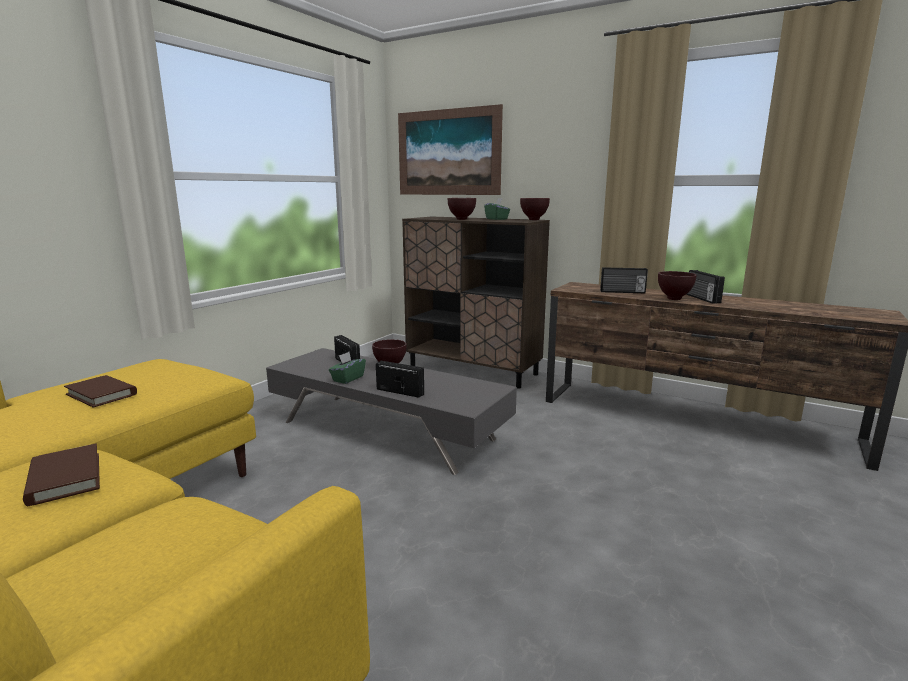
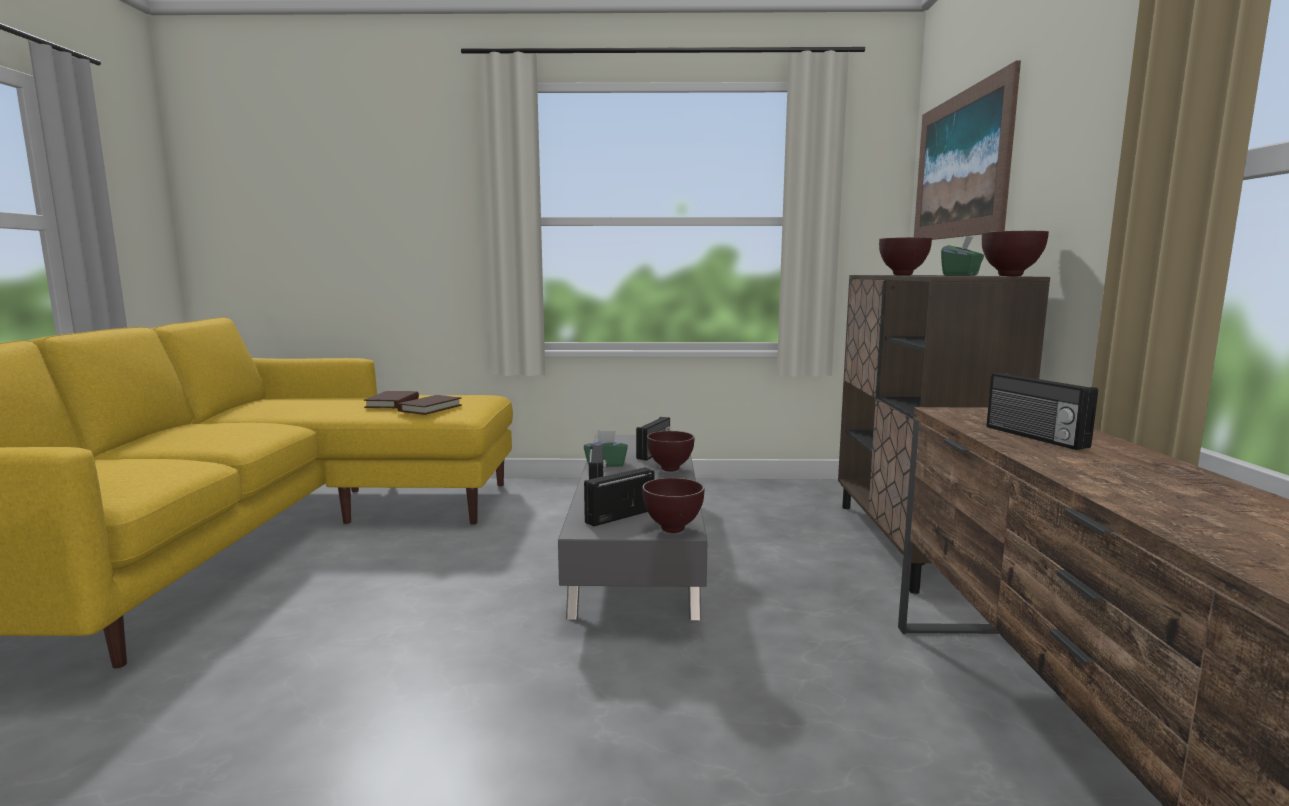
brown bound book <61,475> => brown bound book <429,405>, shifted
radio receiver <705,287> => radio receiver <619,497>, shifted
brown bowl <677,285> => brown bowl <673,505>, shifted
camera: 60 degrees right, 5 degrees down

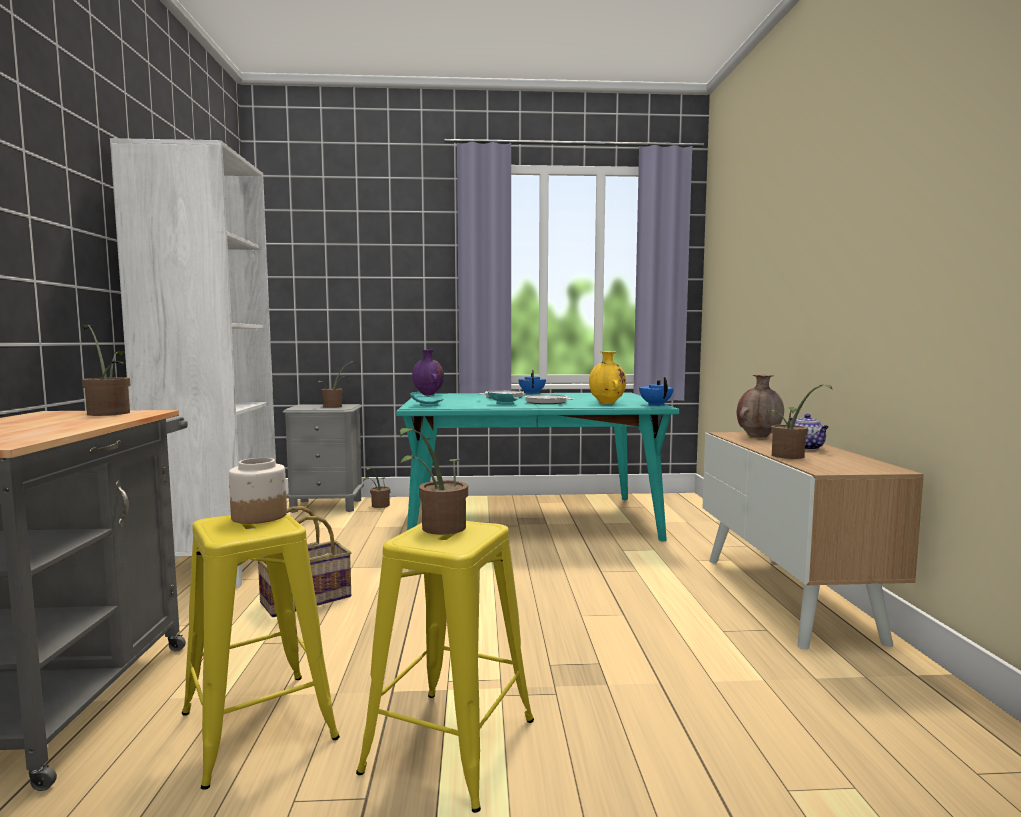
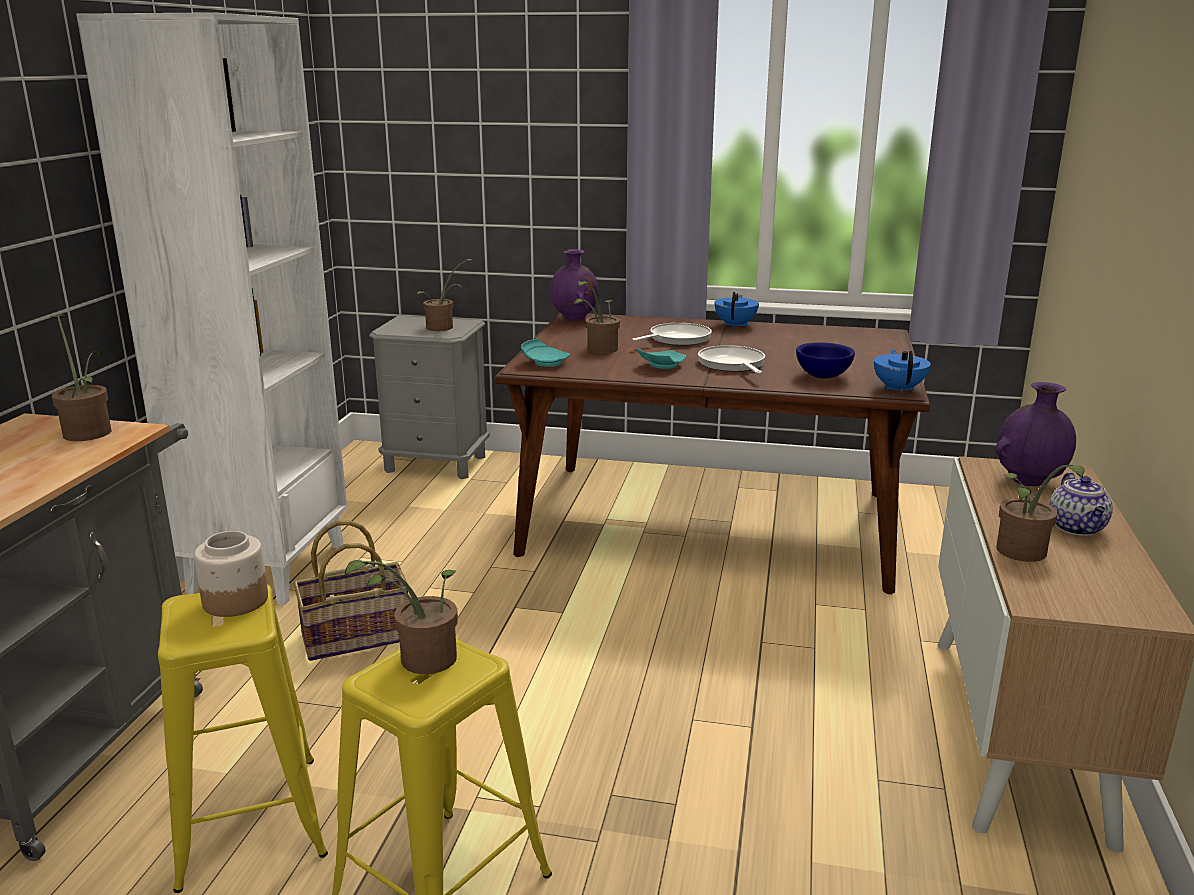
blue-green kitchen table <537,467> => brown kitchen table <712,453>
potted plant <376,487> => potted plant <597,317>, shifted
yellow vase <607,377> => bluish bowl <825,360>
brown vase <760,406> => purple-coloured vase <1035,434>
camera: 15 degrees right, 15 degrees up

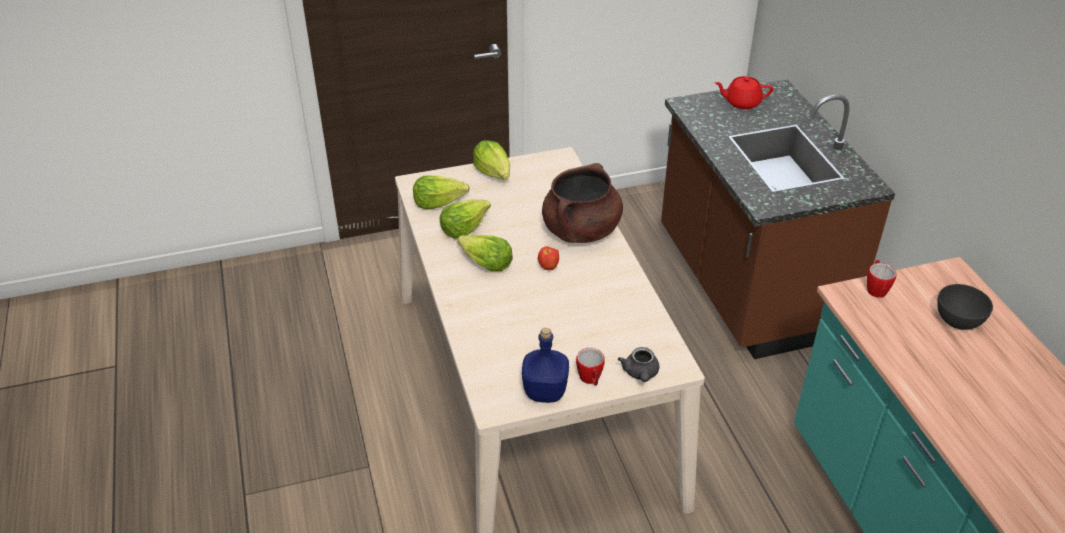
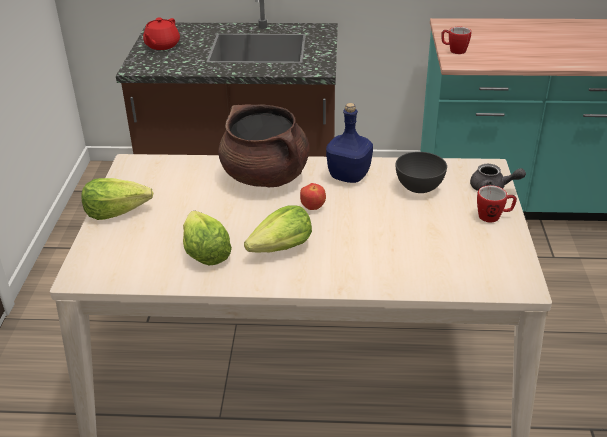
bluish drink bottle <545,365> => bluish drink bottle <349,143>, shifted
greyish bowl <965,307> => greyish bowl <421,172>, shifted
lettuce head <441,192> => nothing
camera: 70 degrees left, 5 degrees down

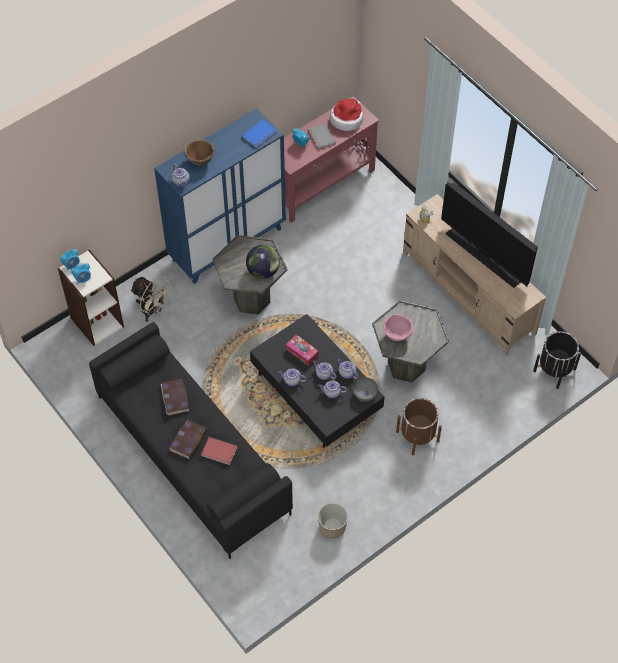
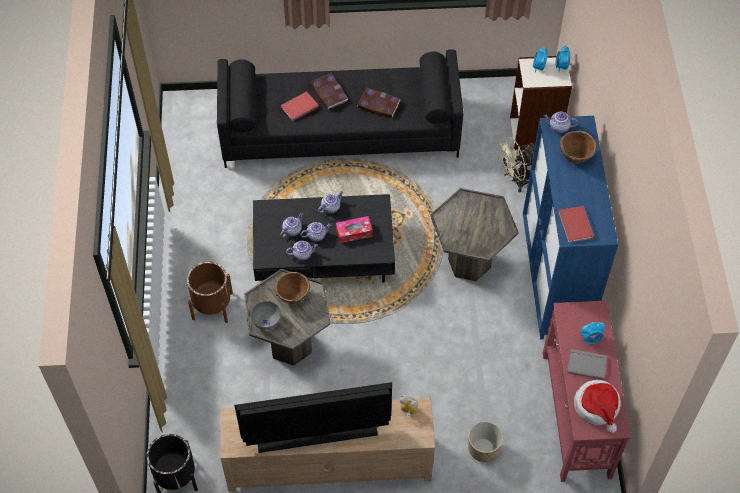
greyish bowl <365,389> => greyish bowl <266,315>, shifted
pinkish bowl <398,327> => brown bowl <292,288>
flower pot <333,520> => flower pot <485,441>, shifted
bluish bound book <259,133> => reddish bound book <576,224>
desk globe <263,262> => nothing
camera: 125 degrees right, 0 degrees up

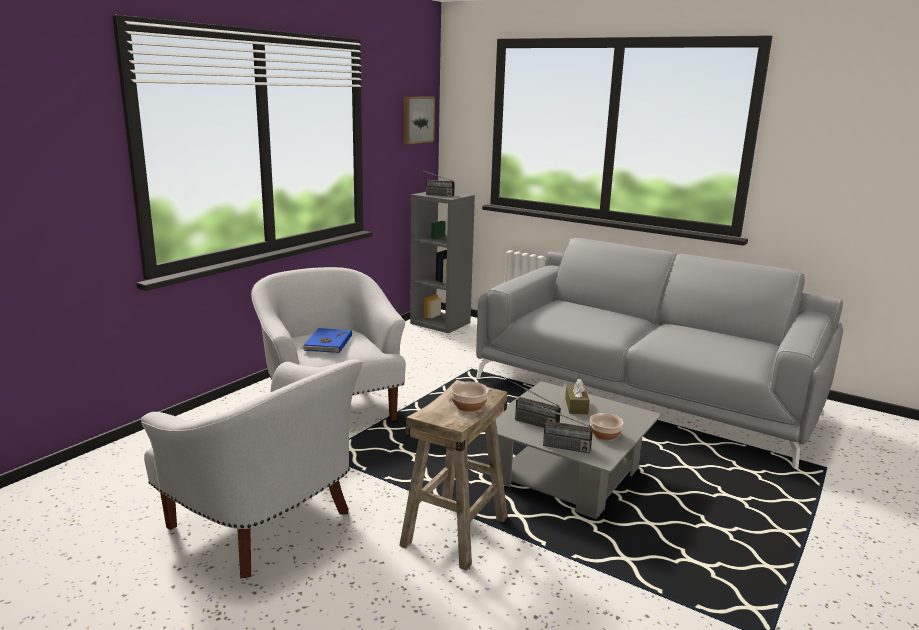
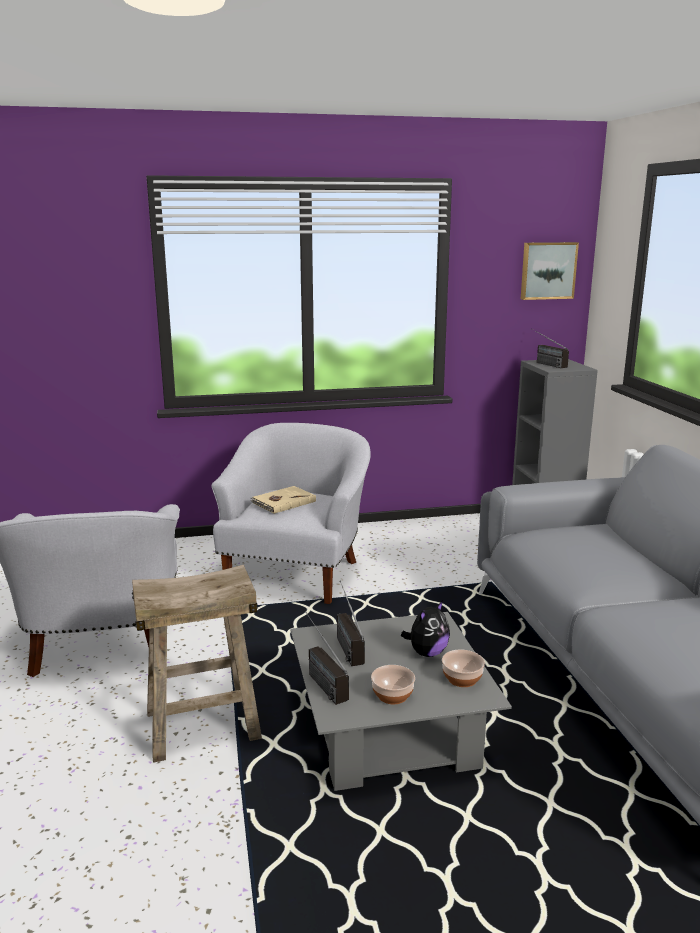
bluish bound book <326,340> => beige-coloured bound book <283,500>
brown tissue box <577,396> => plush toy <425,629>
bowl <470,397> => bowl <463,668>, shifted
camera: 45 degrees right, 0 degrees up

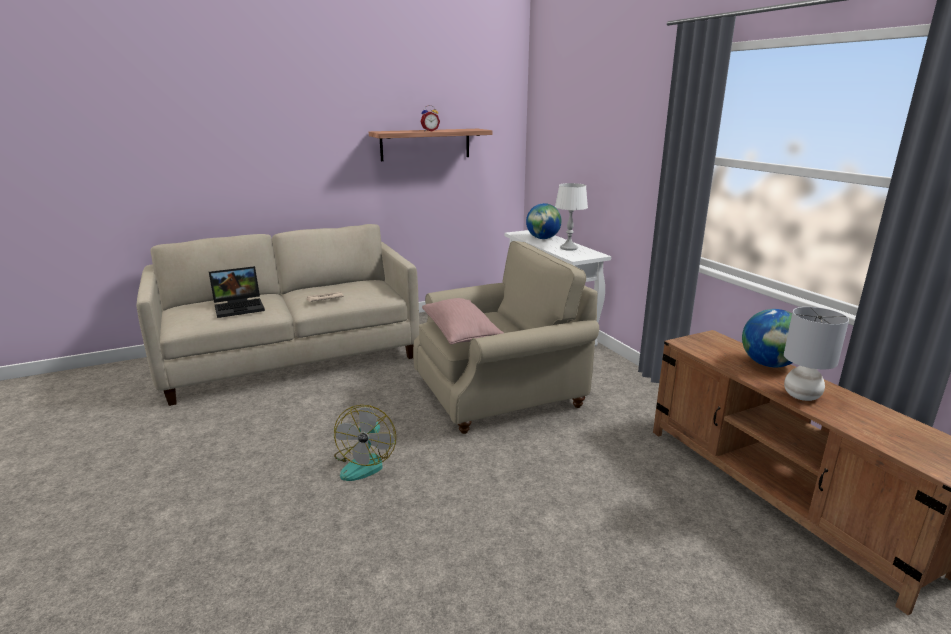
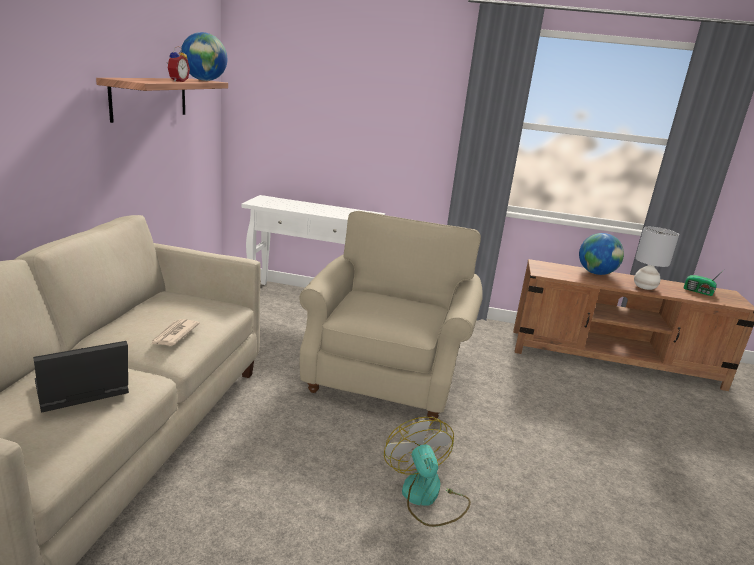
laptop <237,292> => laptop <81,377>, 135 degrees counterclockwise
desk globe <544,221> => desk globe <204,56>, shifted
cooling fan <365,443> => cooling fan <427,472>, 150 degrees counterclockwise
nothing => radio receiver <704,283>
pinkish throw pillow <463,321> => nothing
white-coloured lamp for a table <571,217> => nothing
camera: 55 degrees left, 0 degrees up

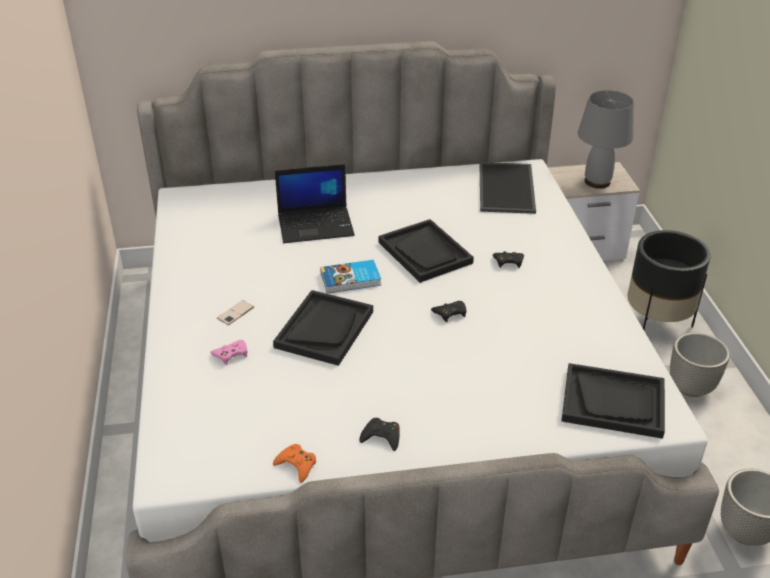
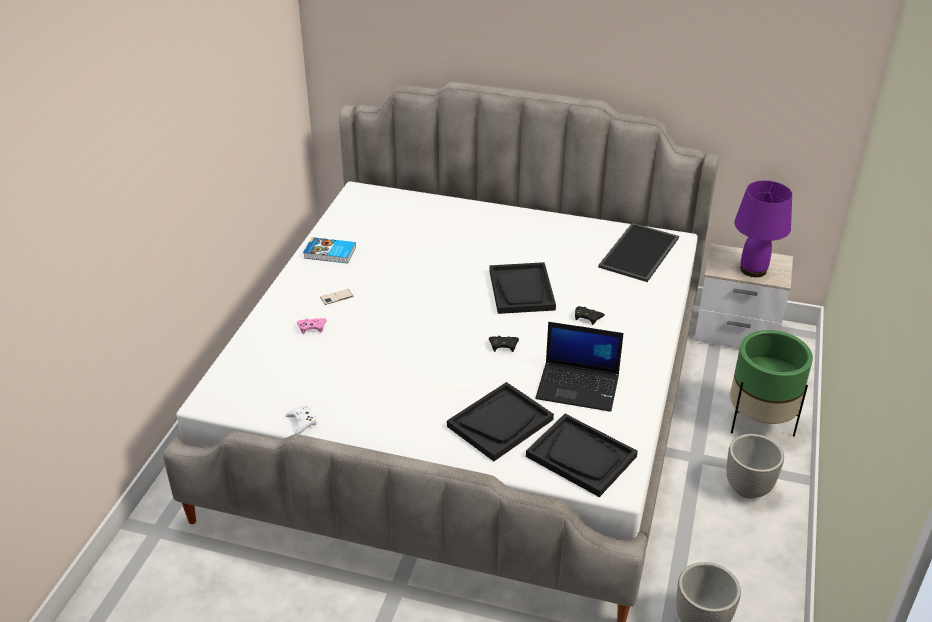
orangey joypad <294,463> => white-coloured joypad <301,419>
bound book <350,276> => bound book <329,250>, shifted
blackish serving tray <323,328> => blackish serving tray <500,421>, shifted
laptop <315,203> => laptop <579,367>, shifted
blackish flower pot <669,280> => green-coloured flower pot <771,383>
greyish lamp for a table <606,139> => purple-coloured lamp for a table <763,228>
blackish joypad <379,434> => nothing
camera: 25 degrees right, 0 degrees up

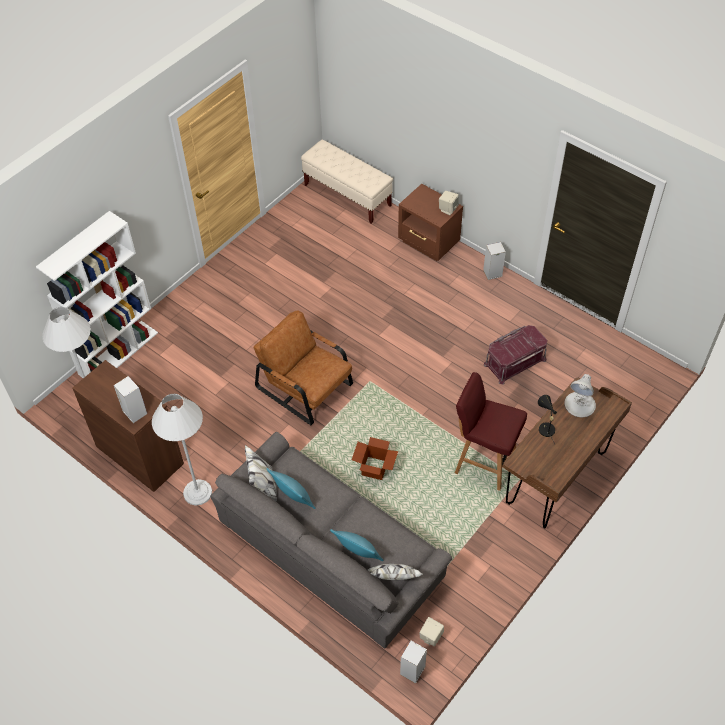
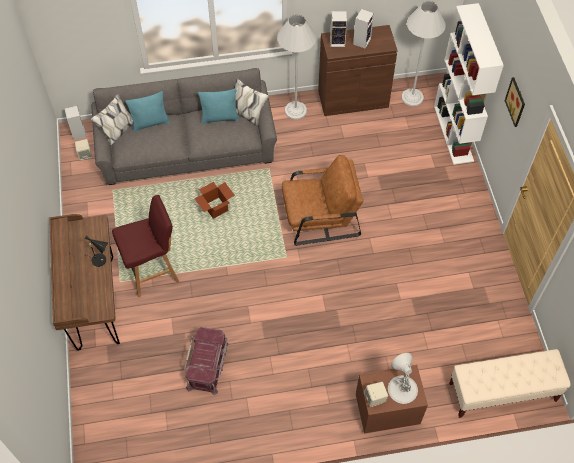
loudspeaker <494,261> => loudspeaker <363,29>, shifted
white-coloured lamp for a table <580,395> => white-coloured lamp for a table <403,378>, shifted
nothing => wall picture <515,102>
camera: 130 degrees right, 5 degrees up

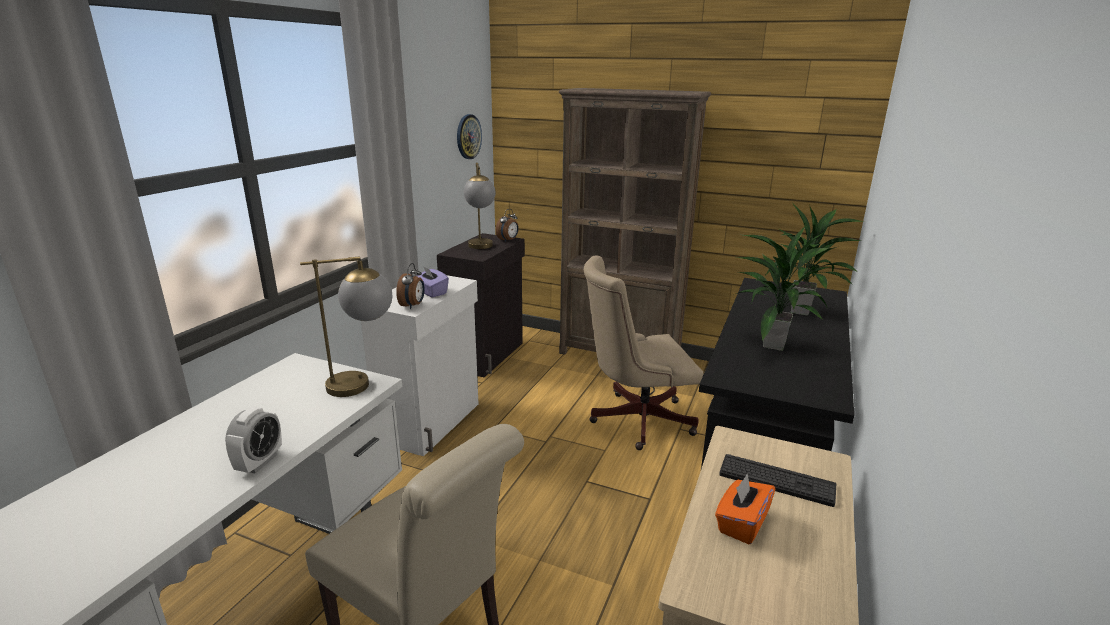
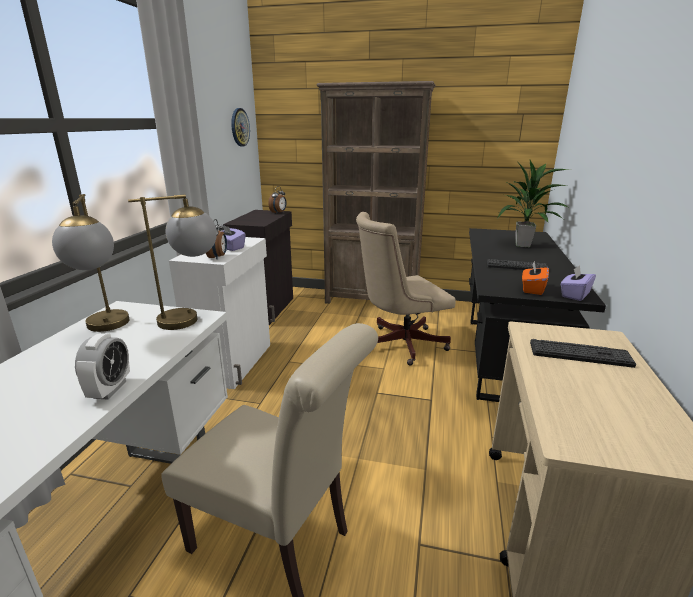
lamp for a table <479,205> => lamp for a table <91,263>, shifted
potted plant <783,289> => keyboard <518,264>
orangey tissue box <745,508> => orangey tissue box <535,278>, shifted
nothing => purple-coloured tissue box <578,283>
camera: 10 degrees left, 0 degrees up

